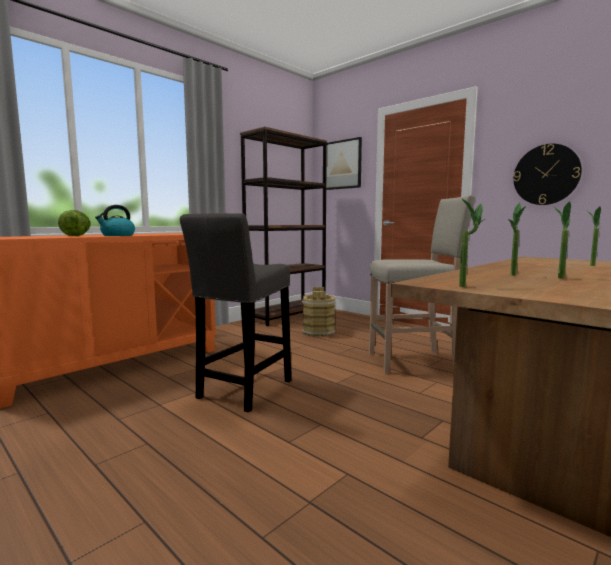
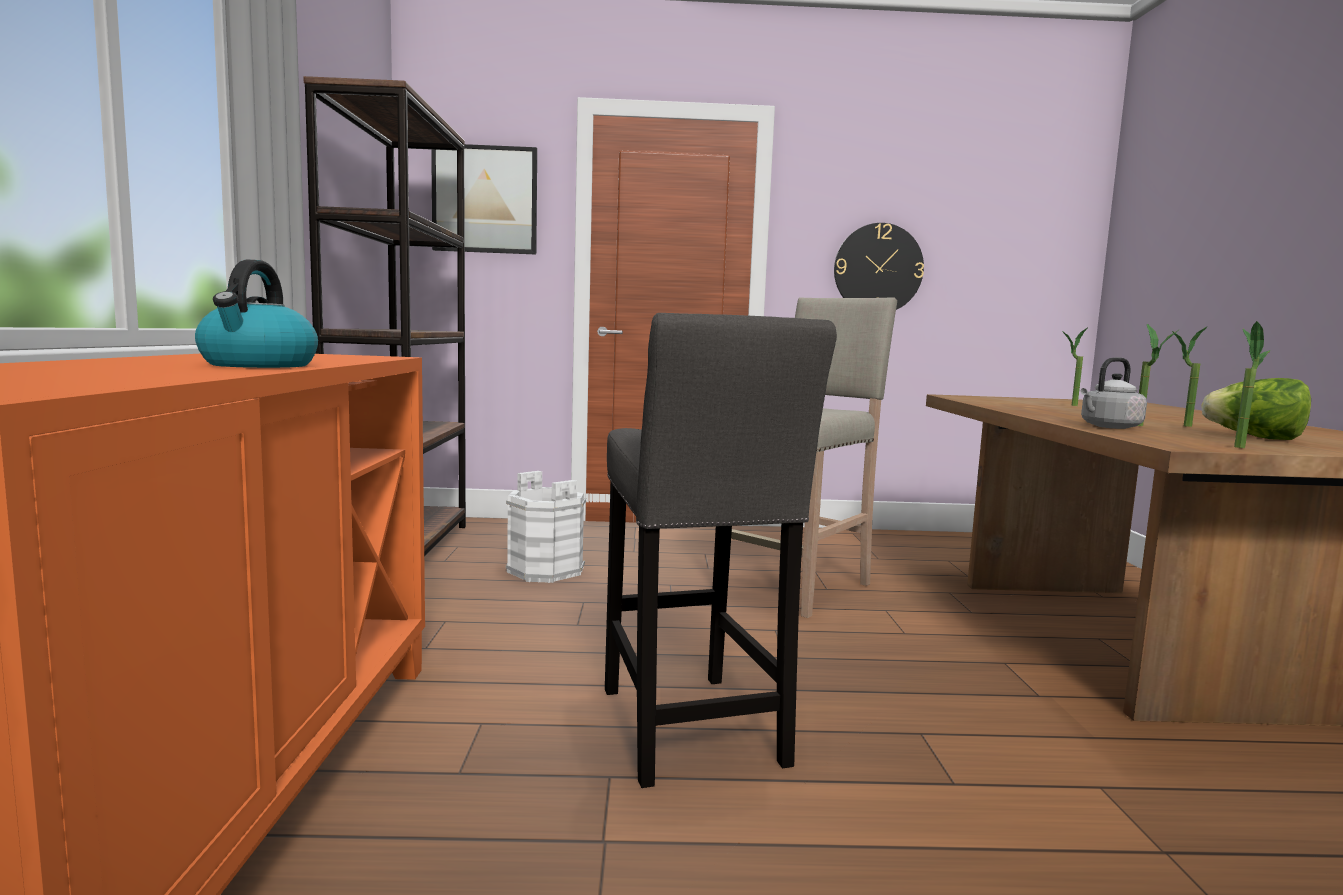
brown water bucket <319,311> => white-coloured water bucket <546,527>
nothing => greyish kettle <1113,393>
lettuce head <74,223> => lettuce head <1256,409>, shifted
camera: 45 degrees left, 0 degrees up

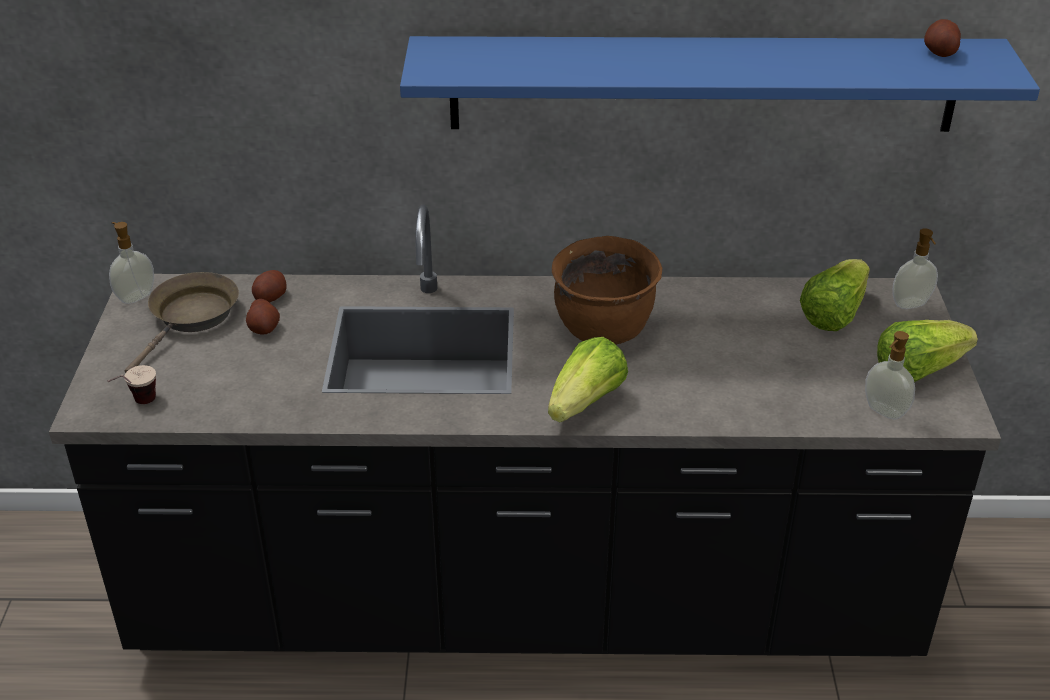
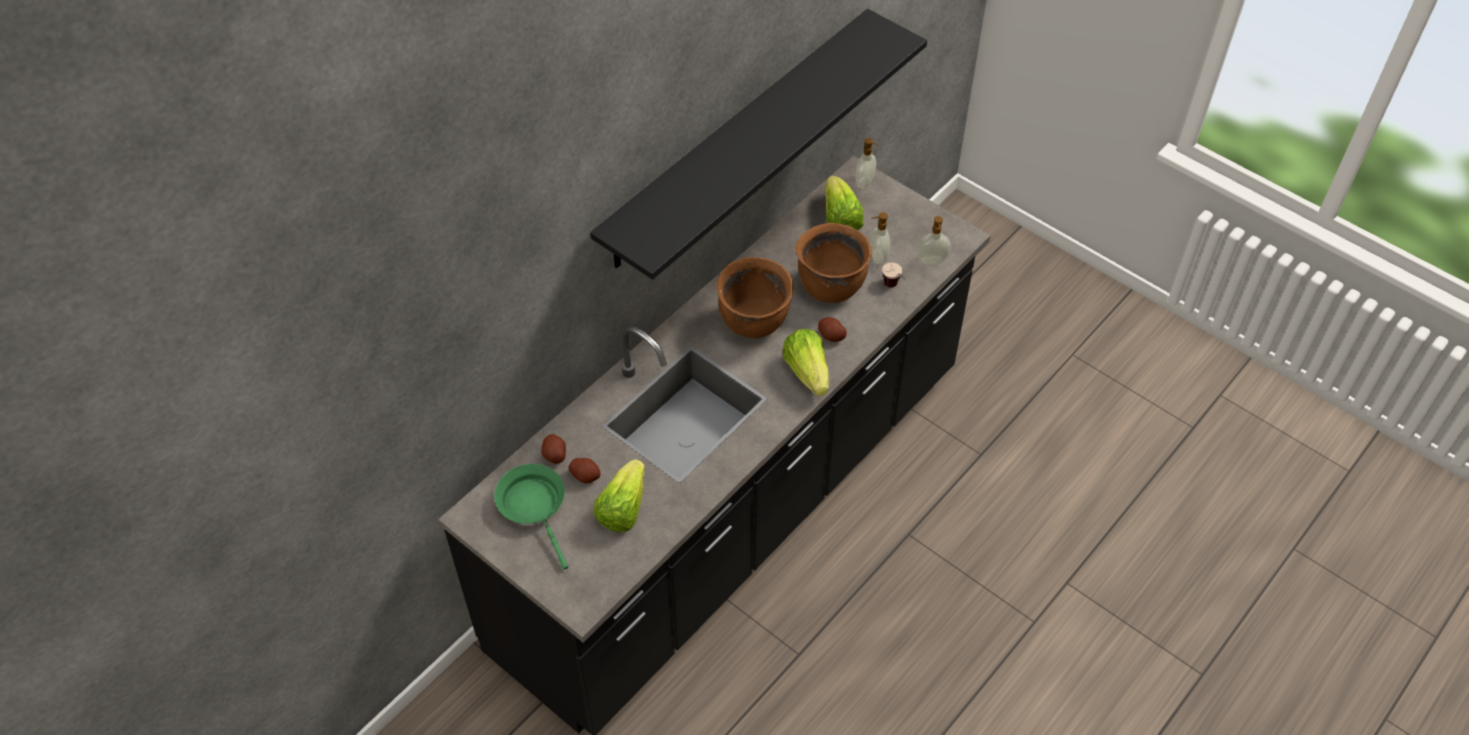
brown skillet <182,322> => green-coloured skillet <531,516>
bluish shelf <720,84> => blackish shelf <758,144>
lettuce head <927,351> => lettuce head <619,495>, shifted
nothing => brown cooking pot <833,263>
whole potato <942,38> => whole potato <832,329>, shifted
soap bottle <131,263> => soap bottle <880,238>, shifted
small cup <131,384> => small cup <894,275>, shifted
camera: 50 degrees left, 15 degrees up

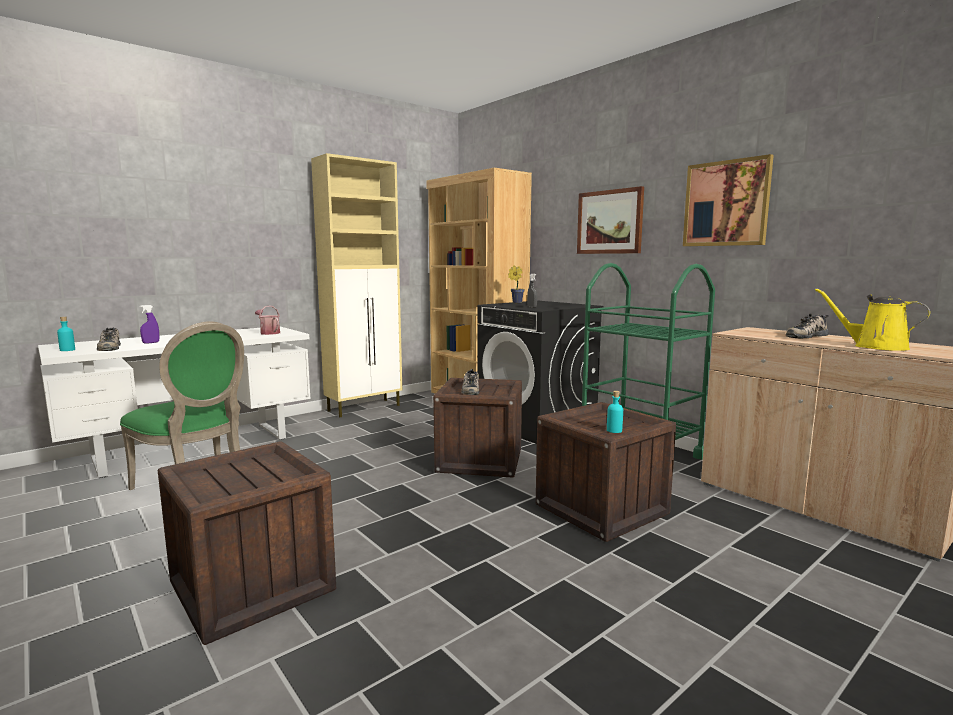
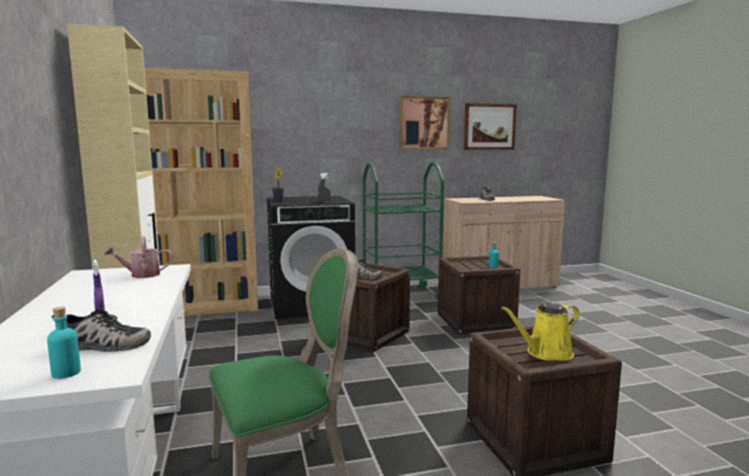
wall picture <610,220> => wall picture <490,126>, shifted
yellow watering can <872,319> => yellow watering can <540,332>, shifted
camera: 65 degrees left, 0 degrees up

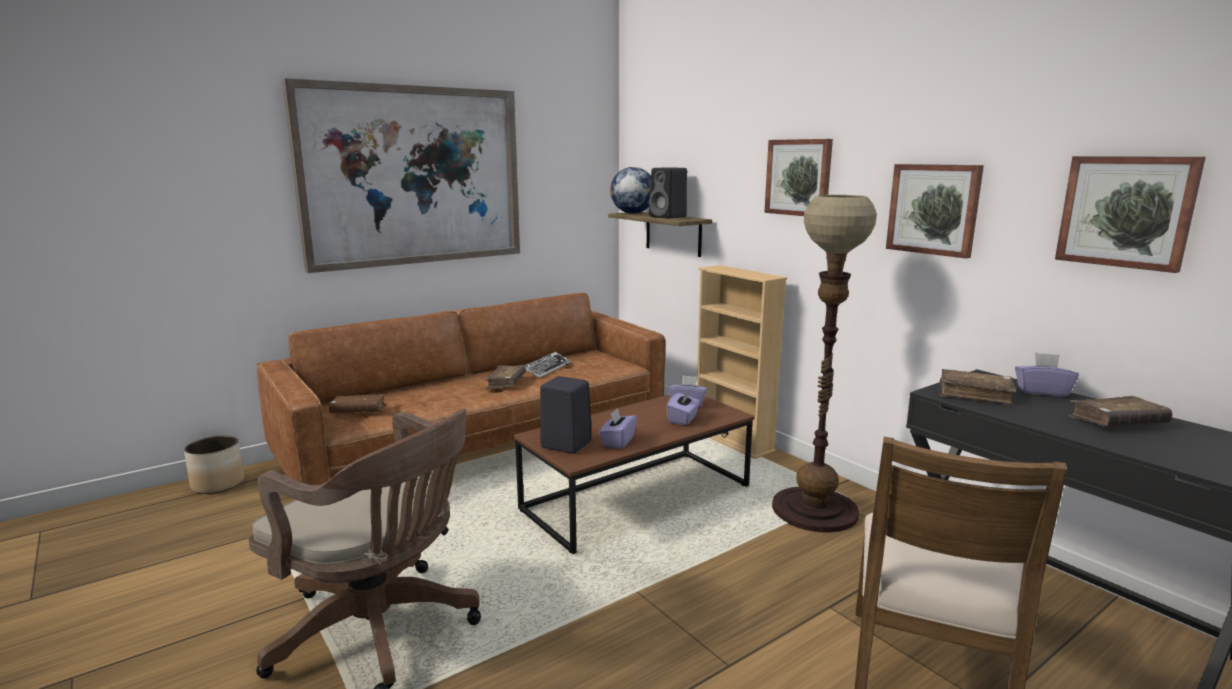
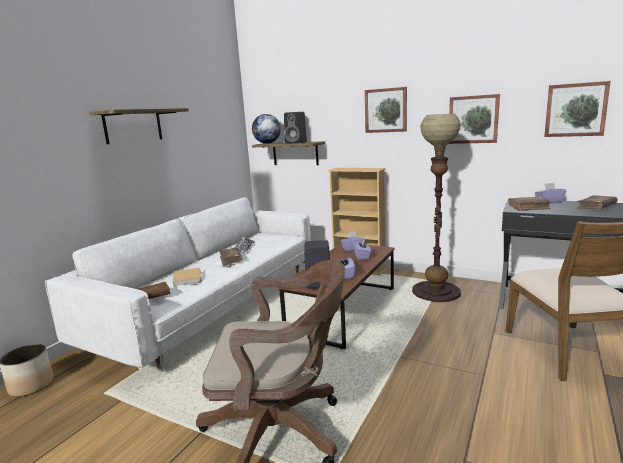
brown sofa <461,389> => white-coloured sofa <178,284>
wall picture <401,175> => shelf <139,126>
nothing => beige-coloured bound book <187,276>
camera: 25 degrees left, 0 degrees up

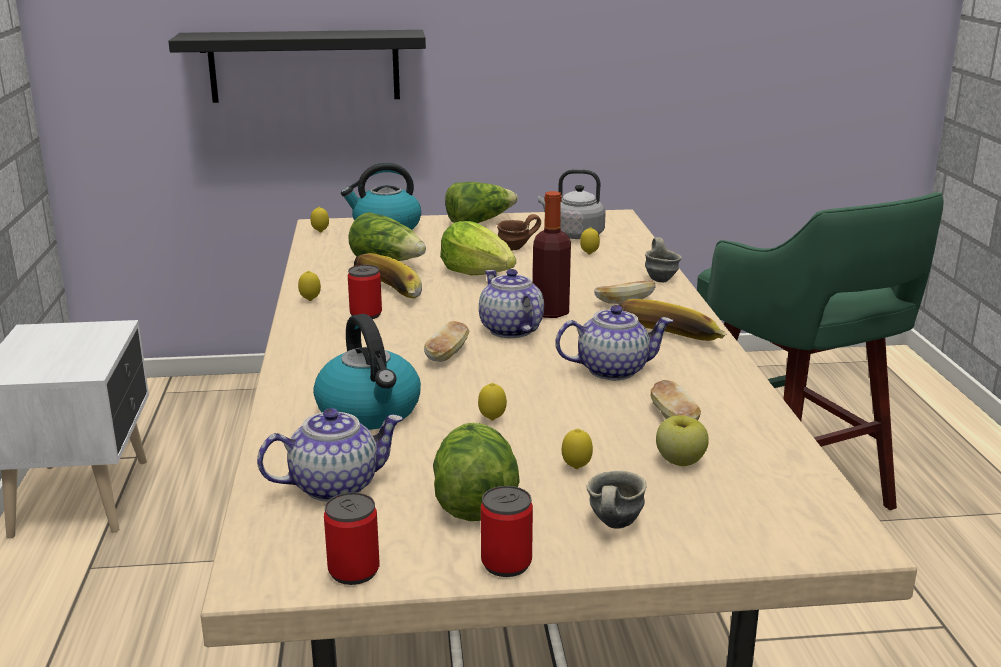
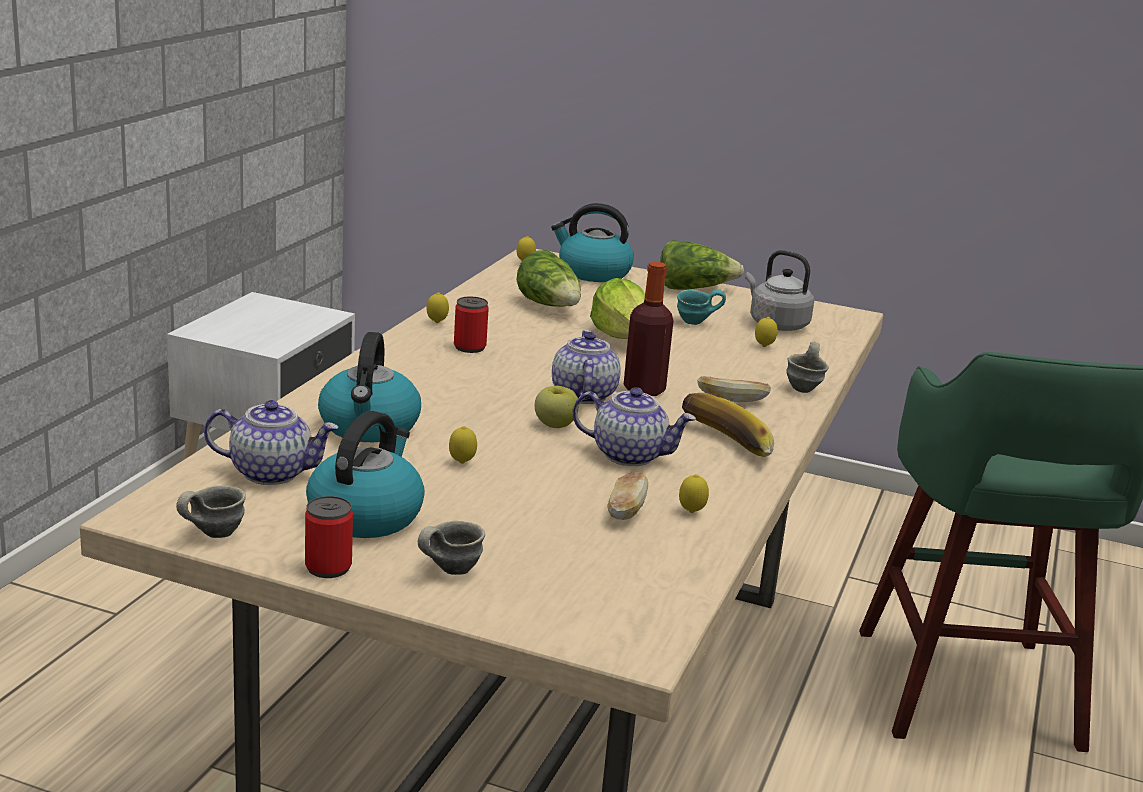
can <352,538> => greyish mug <211,512>
lettuce head <476,471> => kettle <365,474>
whole apple <682,440> => whole apple <557,407>, shifted
brown mug <519,232> => blue-green mug <701,307>
lemon <577,449> => lemon <694,493>, shifted
blackish shelf <297,66> => nothing
banana fruit <388,275> => nothing
bread <446,341> => nothing
camera: 25 degrees right, 0 degrees up

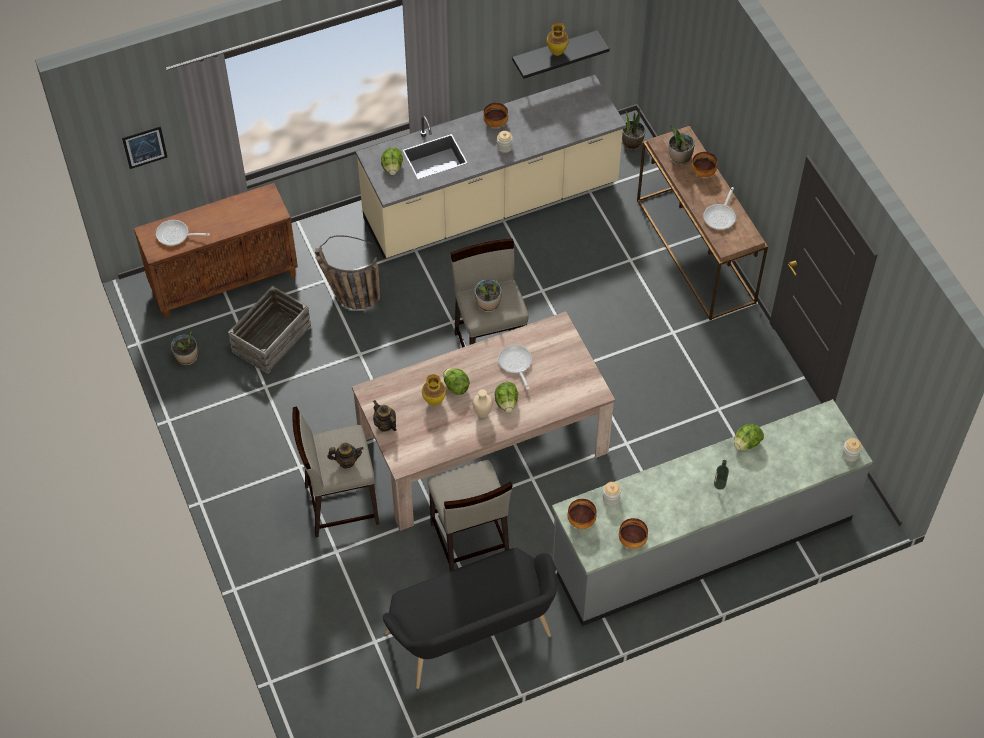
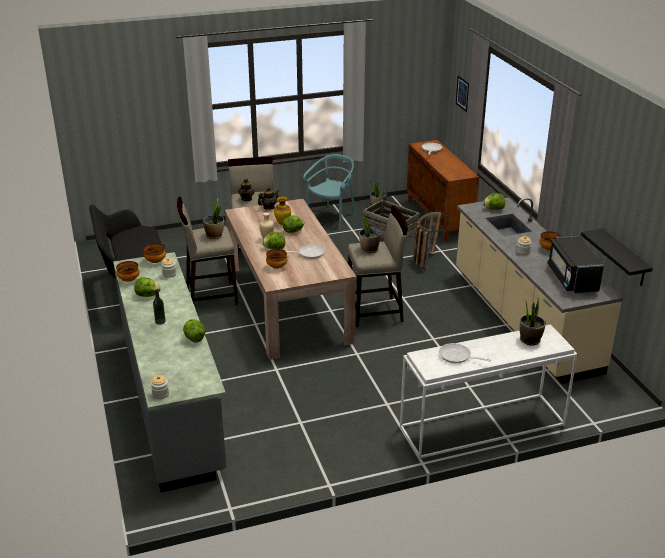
nothing => lettuce head <147,287>
potted plant <634,129> => potted plant <213,218>, shifted
bowl <704,164> => bowl <276,259>, shifted
nothing => blue-green plain chair <329,191>
brown narrow table <702,223> => white-coloured narrow table <489,392>
nothing => blackish microwave <575,264>
vase <558,39> => nothing
camera: 95 degrees right, 25 degrees down

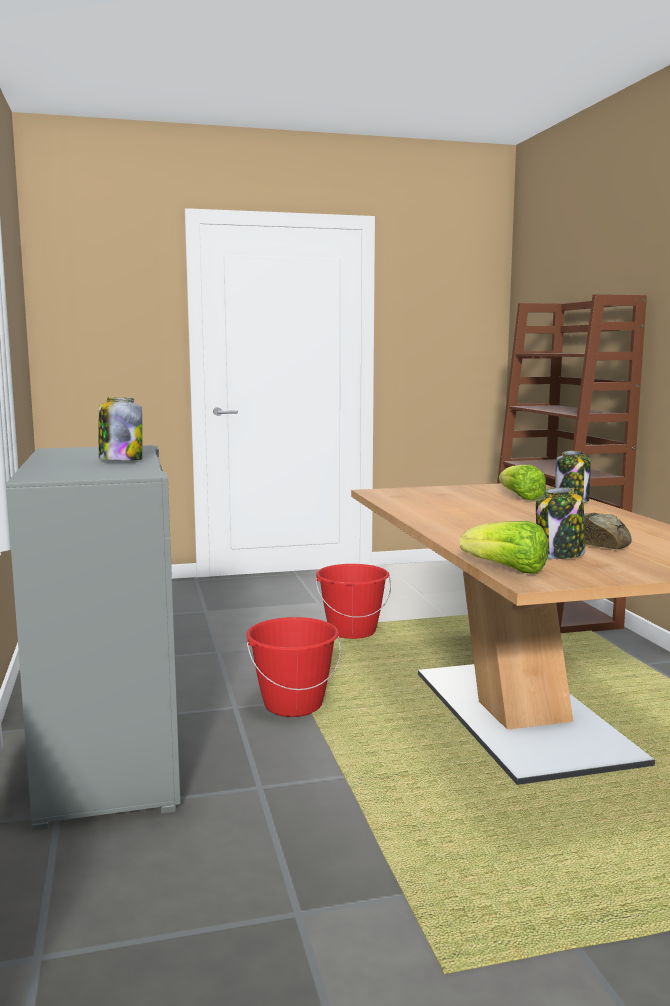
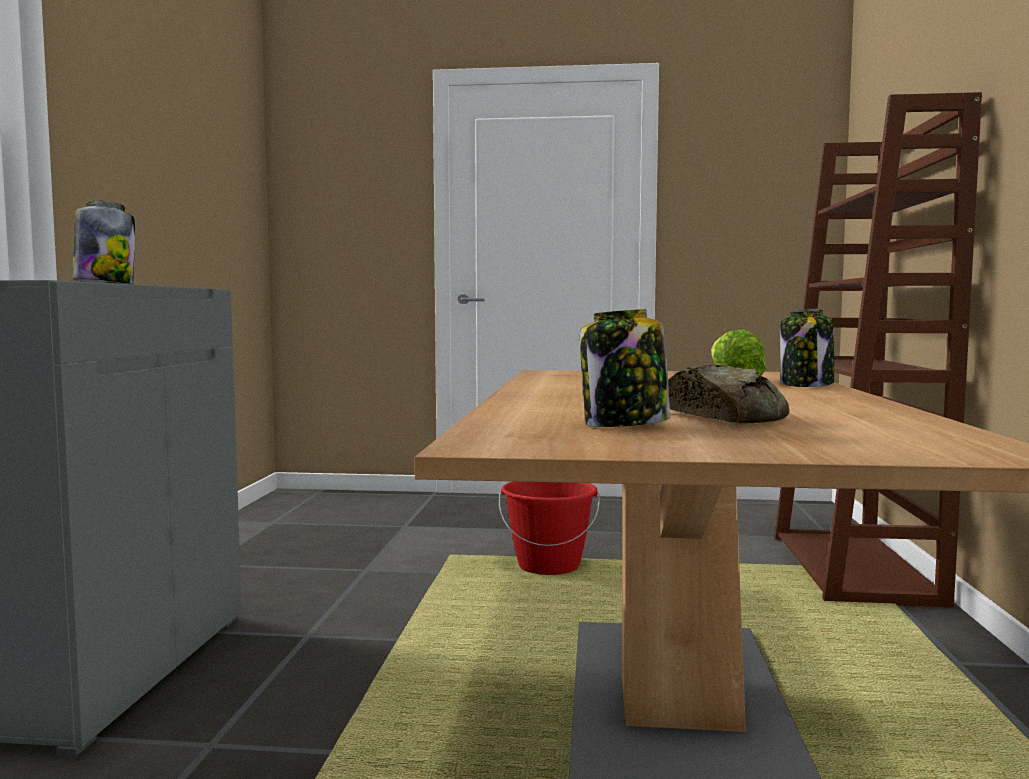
reddish water bucket <293,667> => nothing
lettuce head <504,547> => nothing
camera: 20 degrees right, 5 degrees down

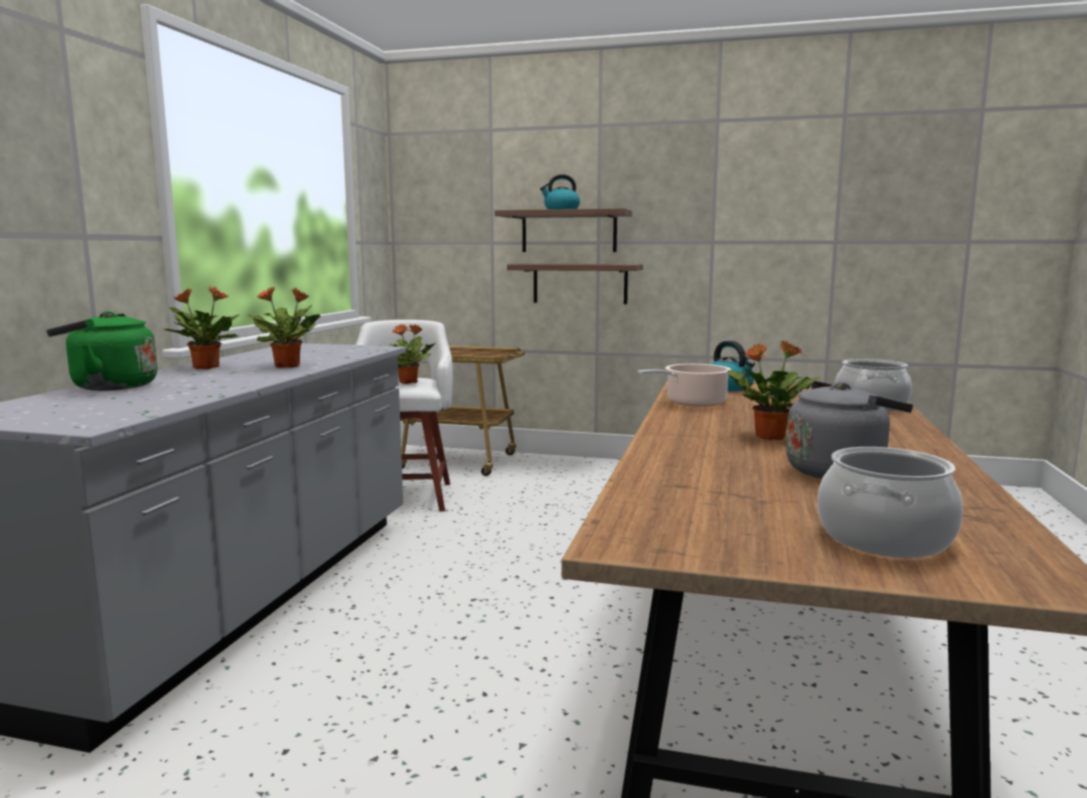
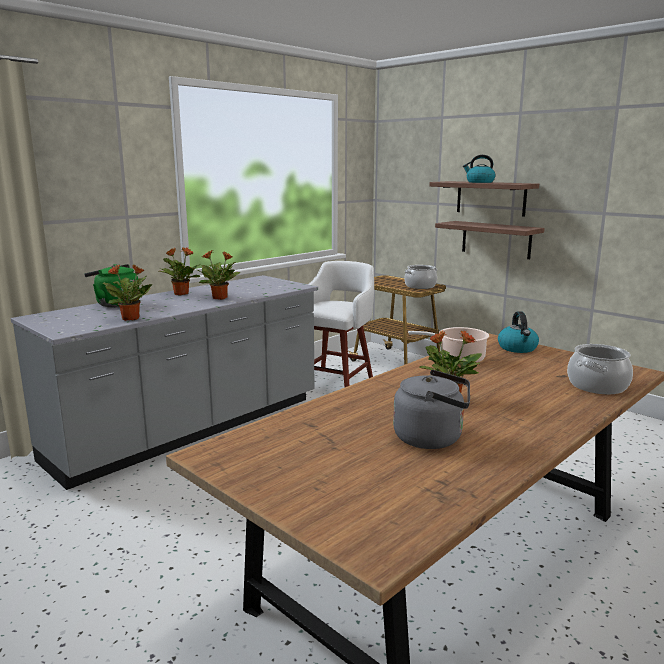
potted plant <412,354> => potted plant <127,292>, shifted
cooking pot <890,502> => cooking pot <420,277>, shifted
camera: 30 degrees right, 5 degrees up

